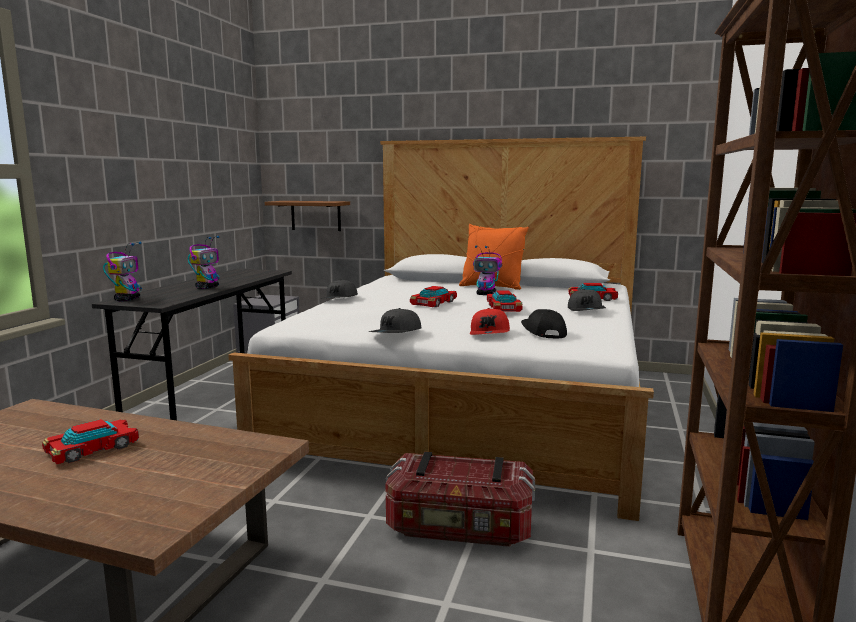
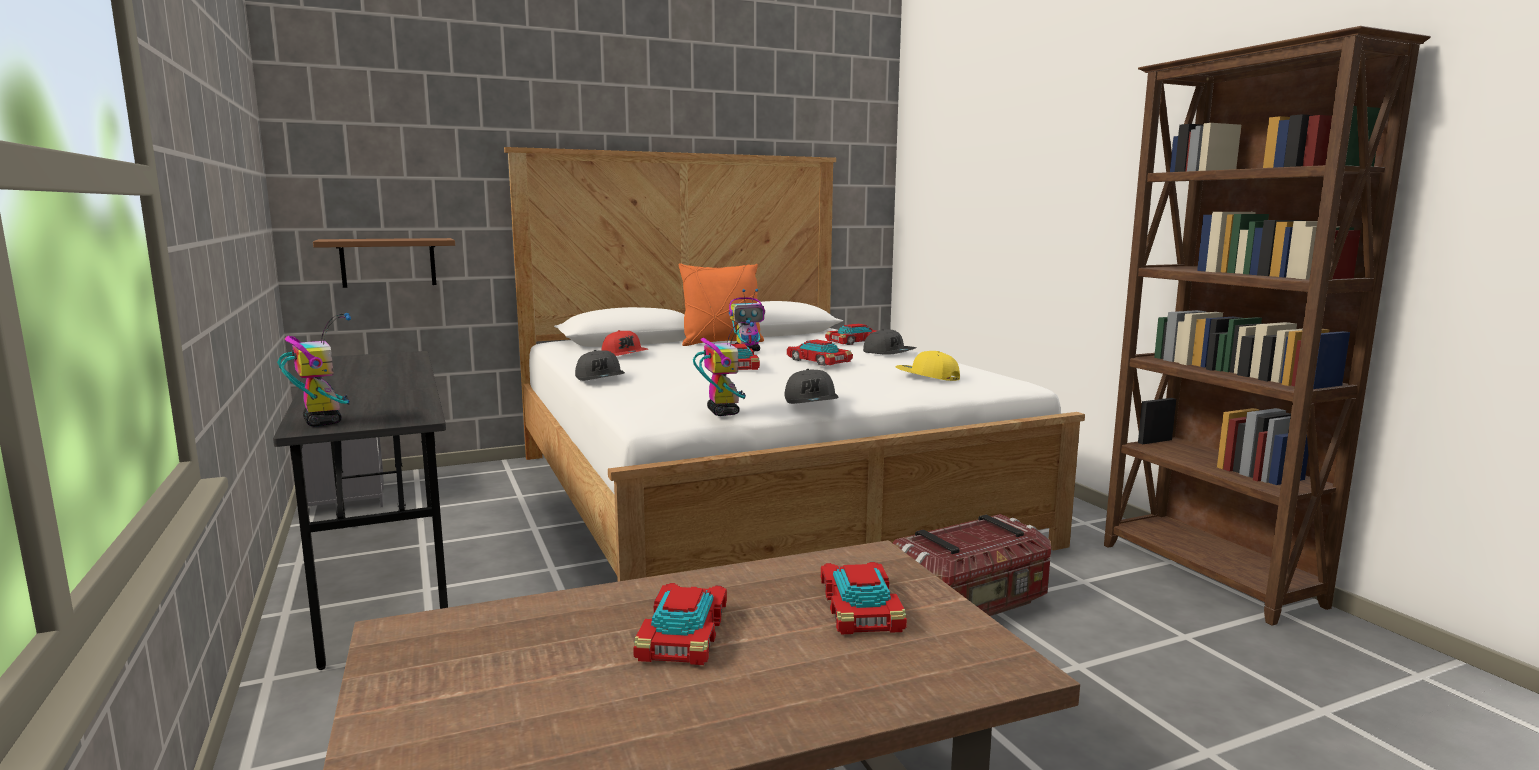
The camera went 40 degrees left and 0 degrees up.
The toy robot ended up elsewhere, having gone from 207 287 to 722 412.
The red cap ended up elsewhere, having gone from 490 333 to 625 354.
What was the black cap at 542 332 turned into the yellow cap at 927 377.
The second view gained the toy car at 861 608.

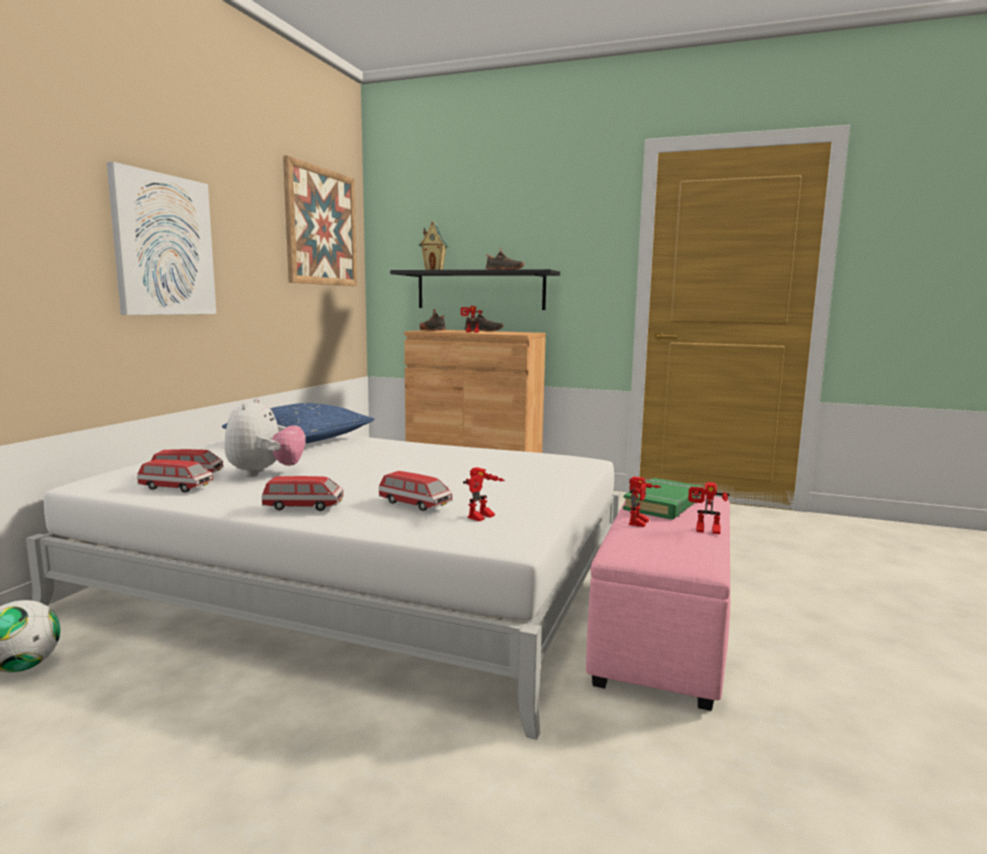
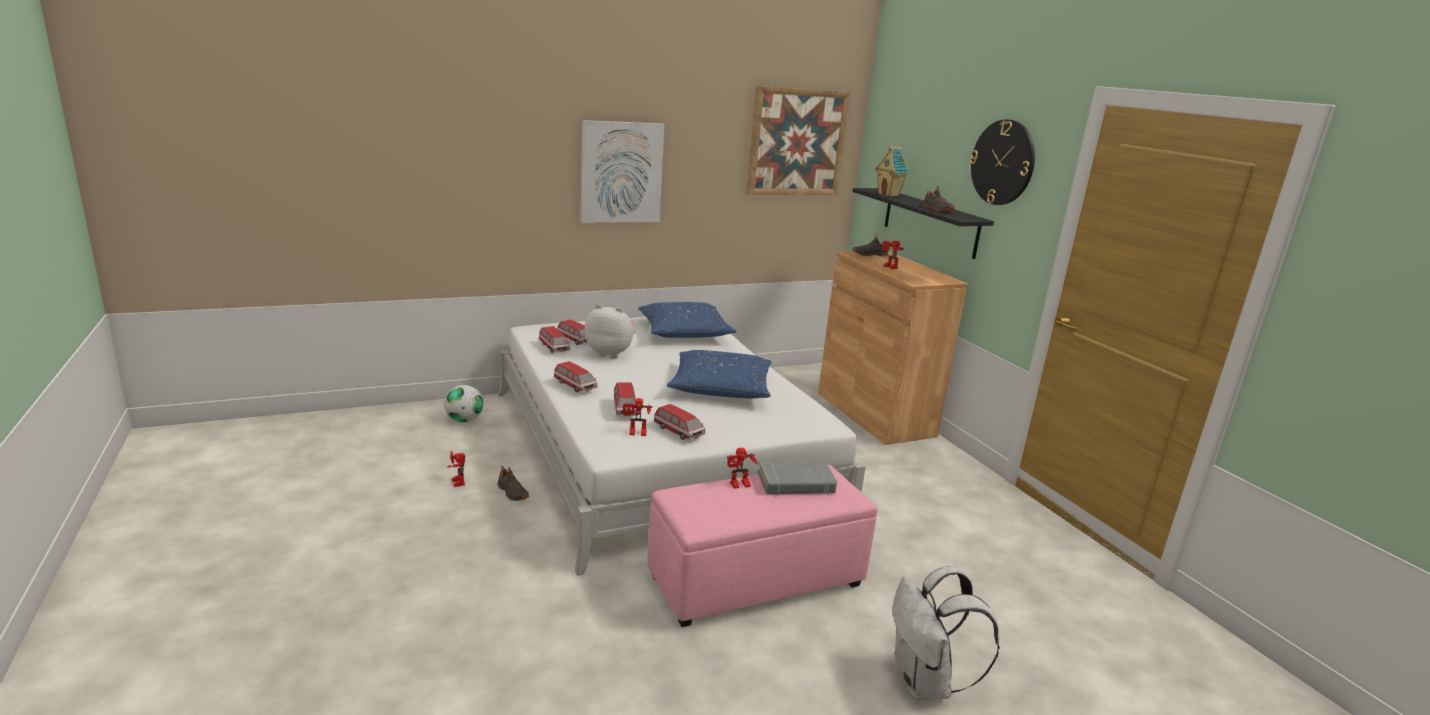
The camera went 45 degrees right and 10 degrees up.
The black shoe ended up elsewhere, having gone from 483 331 to 512 493.
The plush toy at 265 473 ended up facing another way, 120 degrees counterclockwise from before.
What was the green book at 663 505 turned into the grey book at 796 483.
The toy robot ended up elsewhere, having gone from 706 531 to 455 482.
The second view gained the wall clock at 1002 162.
The second view gained the blue pillow at 720 387.
The second view gained the toy car at 678 431.
The second view gained the white backpack at 925 683.

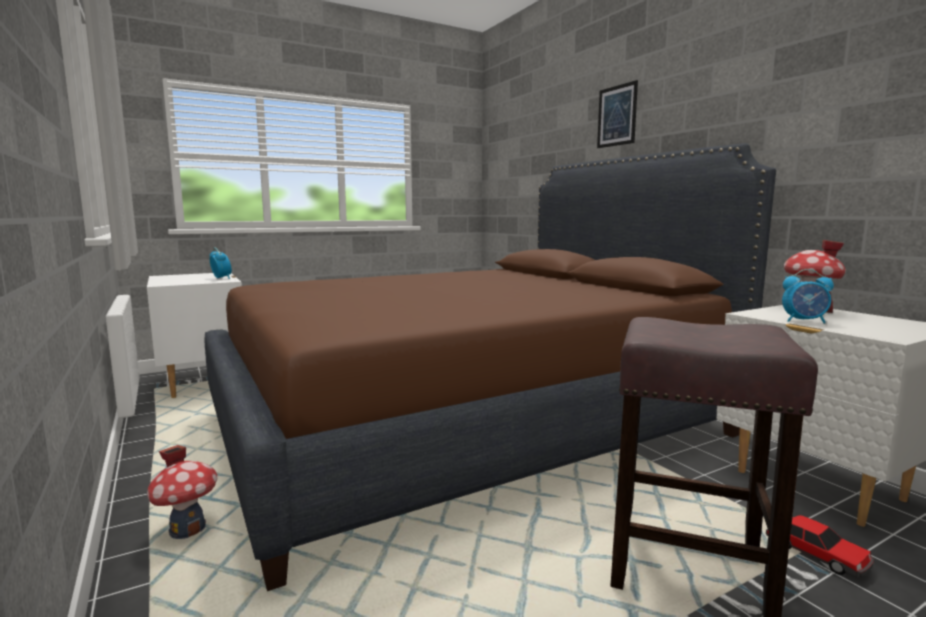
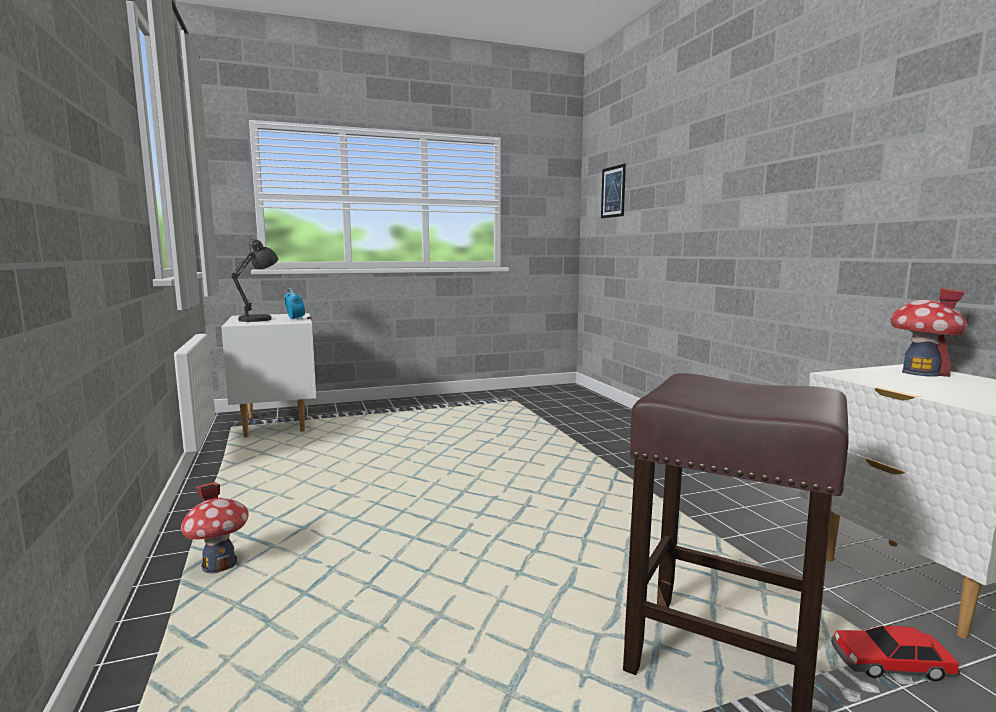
The camera went 10 degrees right and 0 degrees up.
The picture ended up elsewhere, having gone from 617 116 to 613 192.
The second view lost the brown bed at 467 423.
The second view lost the alarm clock at 804 321.
The toy car at 817 554 ended up facing another way, 120 degrees clockwise from before.
The second view gained the grey table lamp at 258 319.

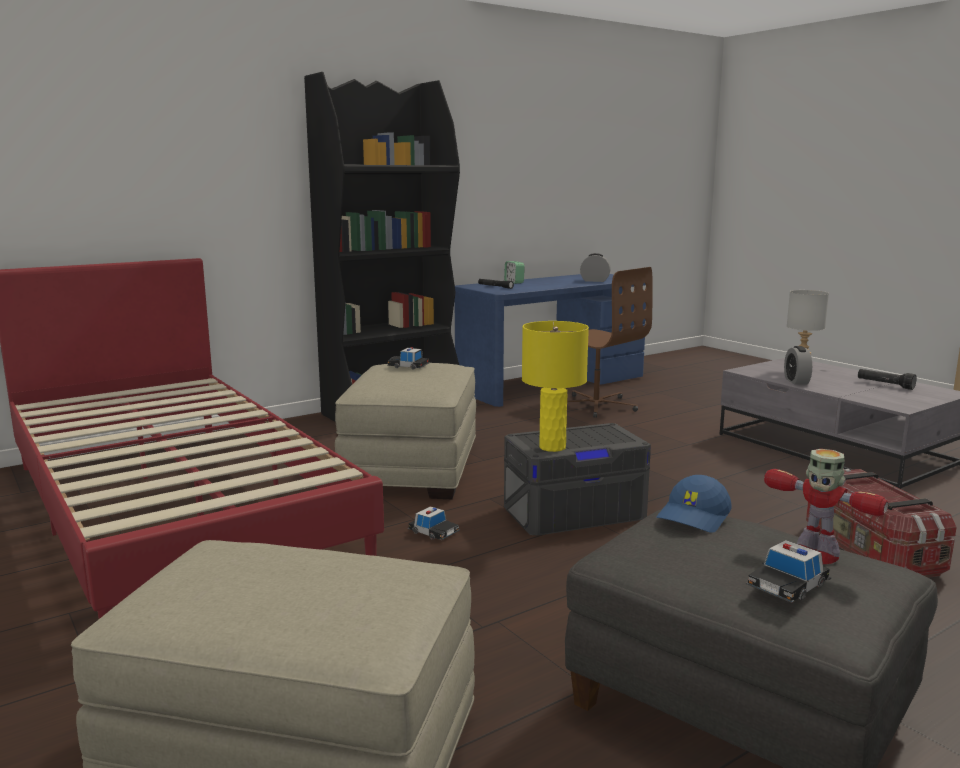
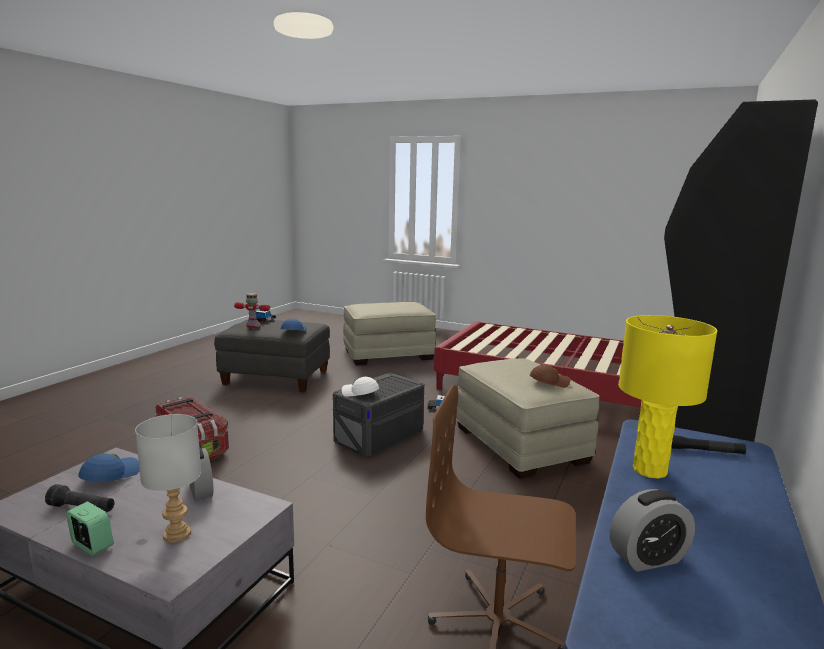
The camera went 150 degrees right and 0 degrees up.
The alarm clock ended up elsewhere, having gone from 514 282 to 92 545.
The yellow table lamp ended up elsewhere, having gone from 552 447 to 649 470.
Where the toy car stood at 408 366, the brown cap came to stand at 549 382.
The second view gained the white cap at 359 393.
The second view gained the blue cap at 110 475.

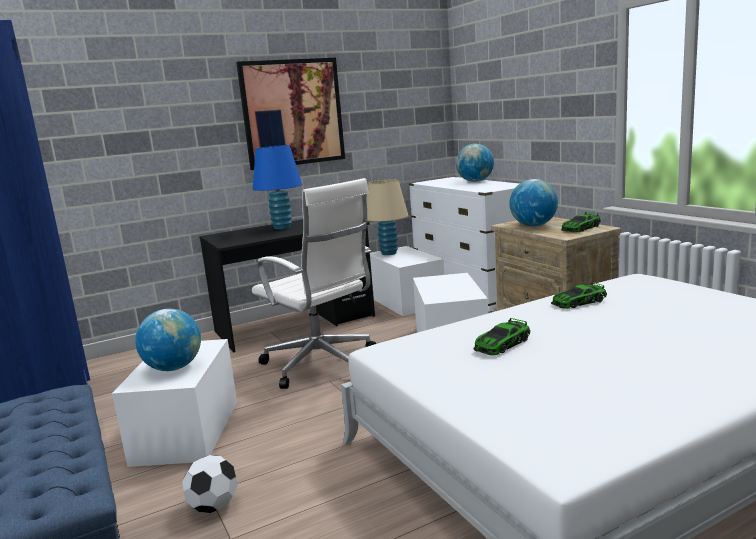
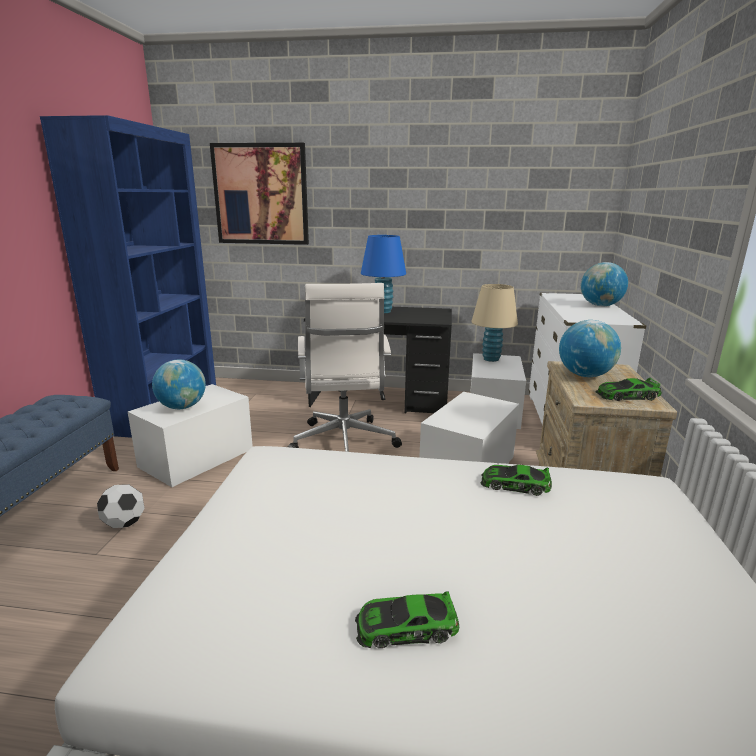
The camera went 35 degrees right and 5 degrees up.
The picture ended up elsewhere, having gone from 292 113 to 261 194.
The toy car ended up elsewhere, having gone from 502 344 to 406 627.

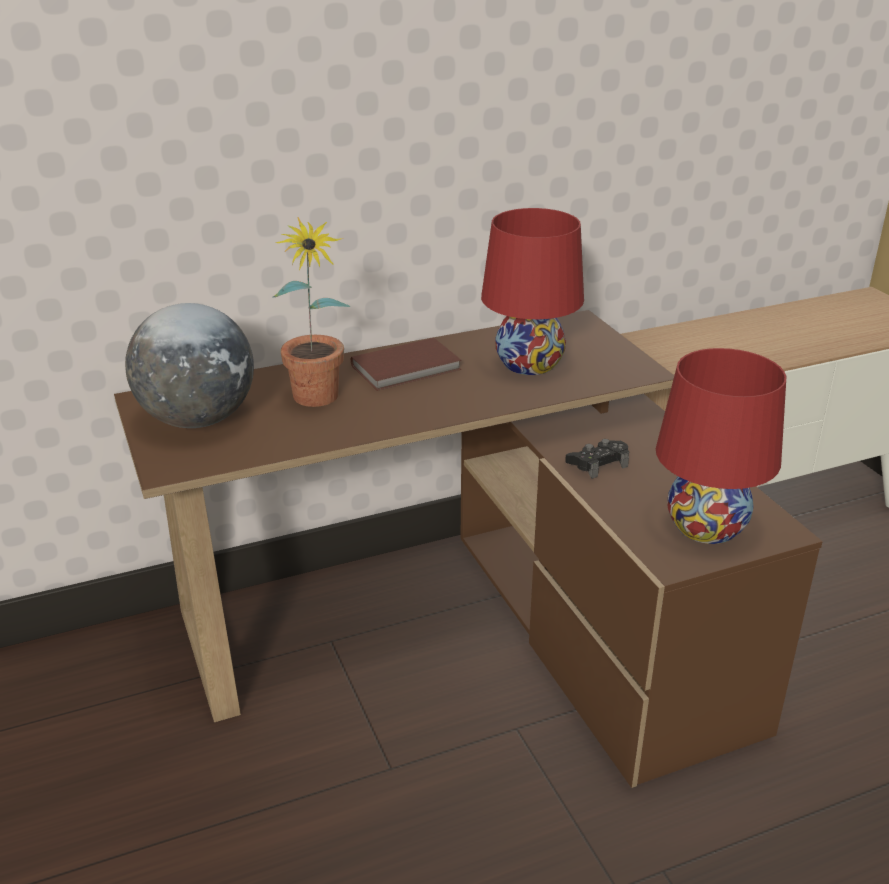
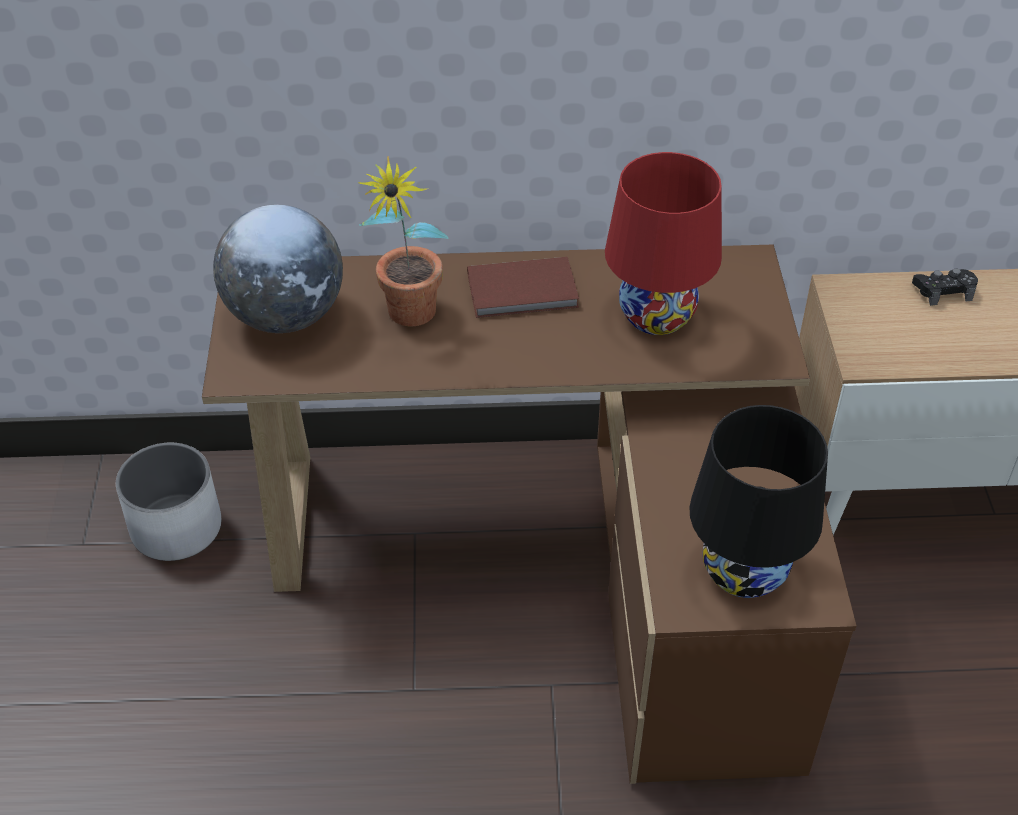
The camera went 20 degrees right and 15 degrees up.
What was the red table lamp at 705 526 turned into the black table lamp at 743 572.
The black game controller ended up elsewhere, having gone from 598 464 to 943 291.
The second view gained the white planter at 177 527.

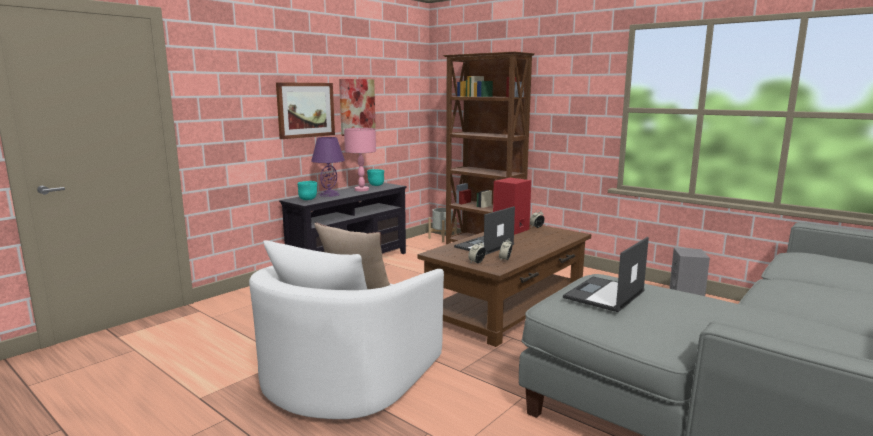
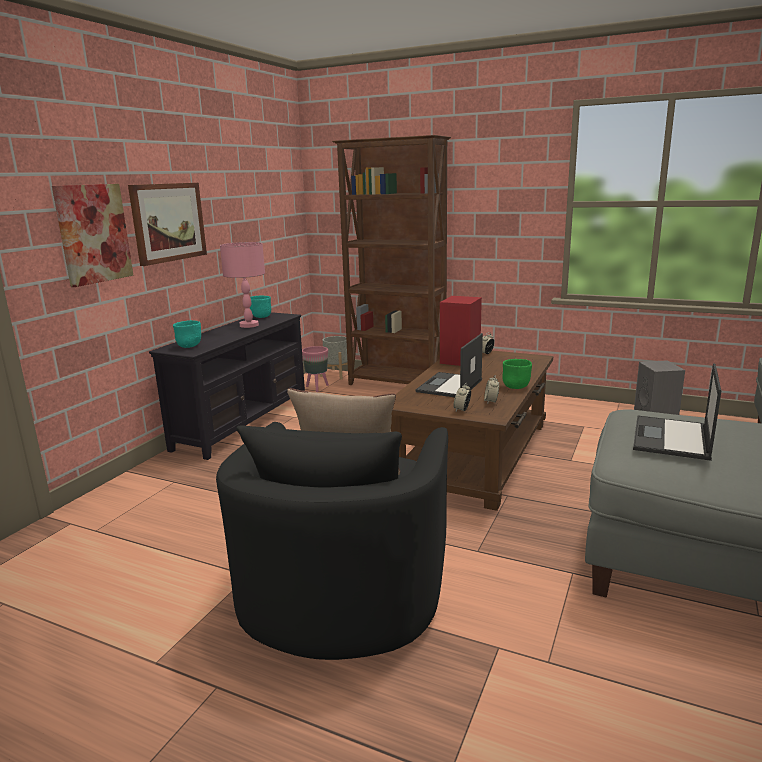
The camera went 15 degrees left and 5 degrees up.
The picture ended up elsewhere, having gone from 357 107 to 93 234.
The second view lost the purple table lamp at 329 194.
What was the white armchair at 347 376 turned into the black armchair at 343 585.
The second view gained the pink planter at 317 388.
The second view gained the green bowl at 516 387.

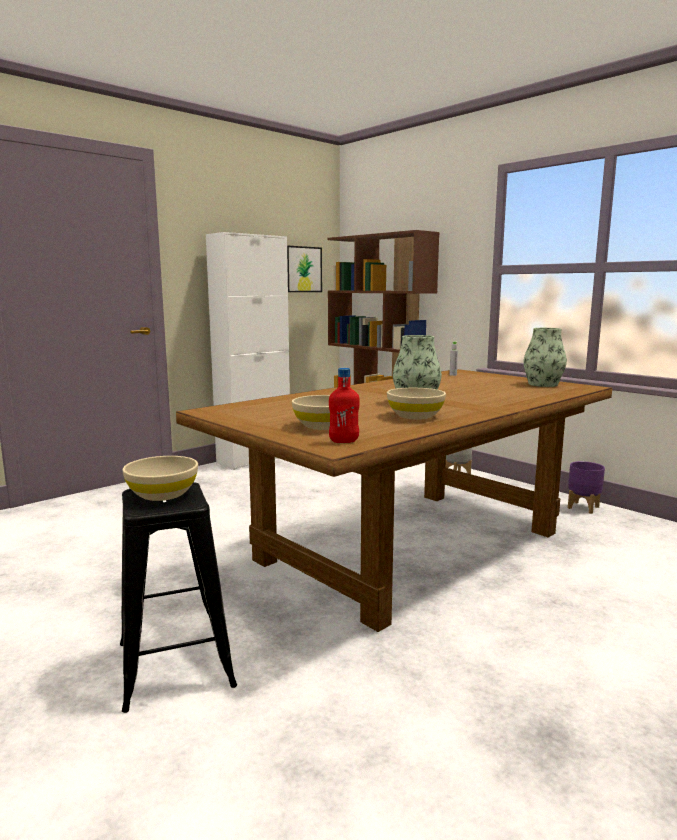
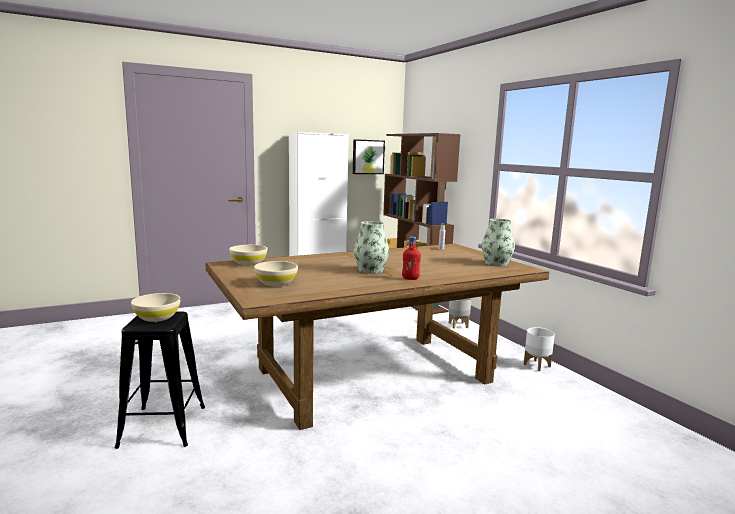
The camera went 15 degrees right and 0 degrees up.
The red bottle ended up elsewhere, having gone from 344 441 to 410 279.
The beige bowl ended up elsewhere, having gone from 415 416 to 248 263.
What was the purple planter at 583 507 turned into the white planter at 537 365.

